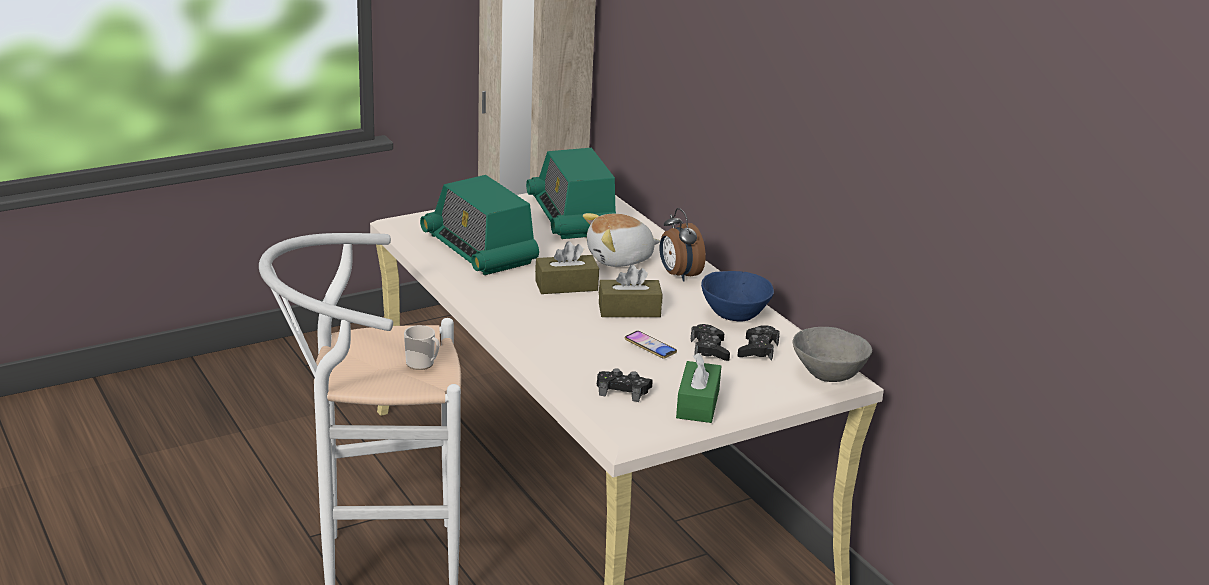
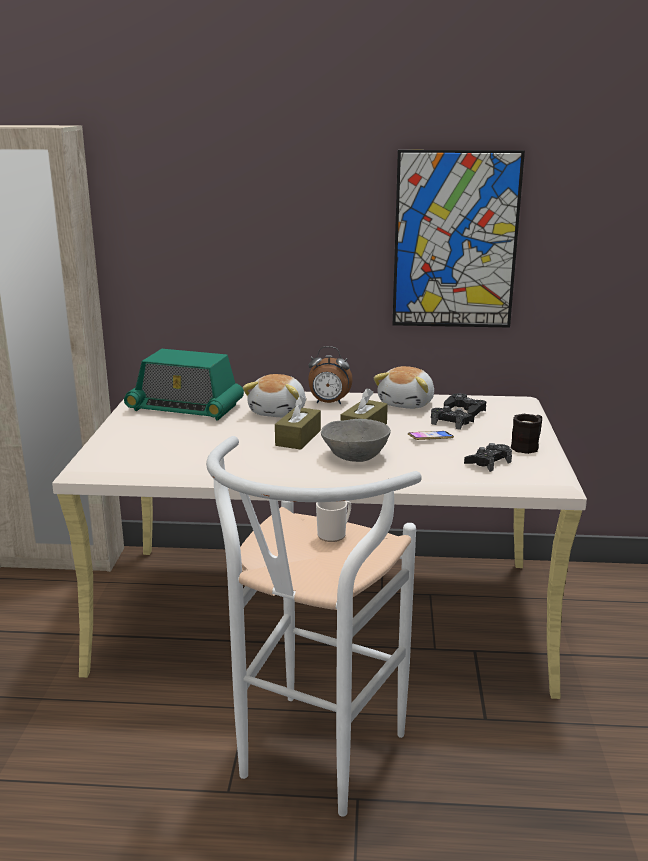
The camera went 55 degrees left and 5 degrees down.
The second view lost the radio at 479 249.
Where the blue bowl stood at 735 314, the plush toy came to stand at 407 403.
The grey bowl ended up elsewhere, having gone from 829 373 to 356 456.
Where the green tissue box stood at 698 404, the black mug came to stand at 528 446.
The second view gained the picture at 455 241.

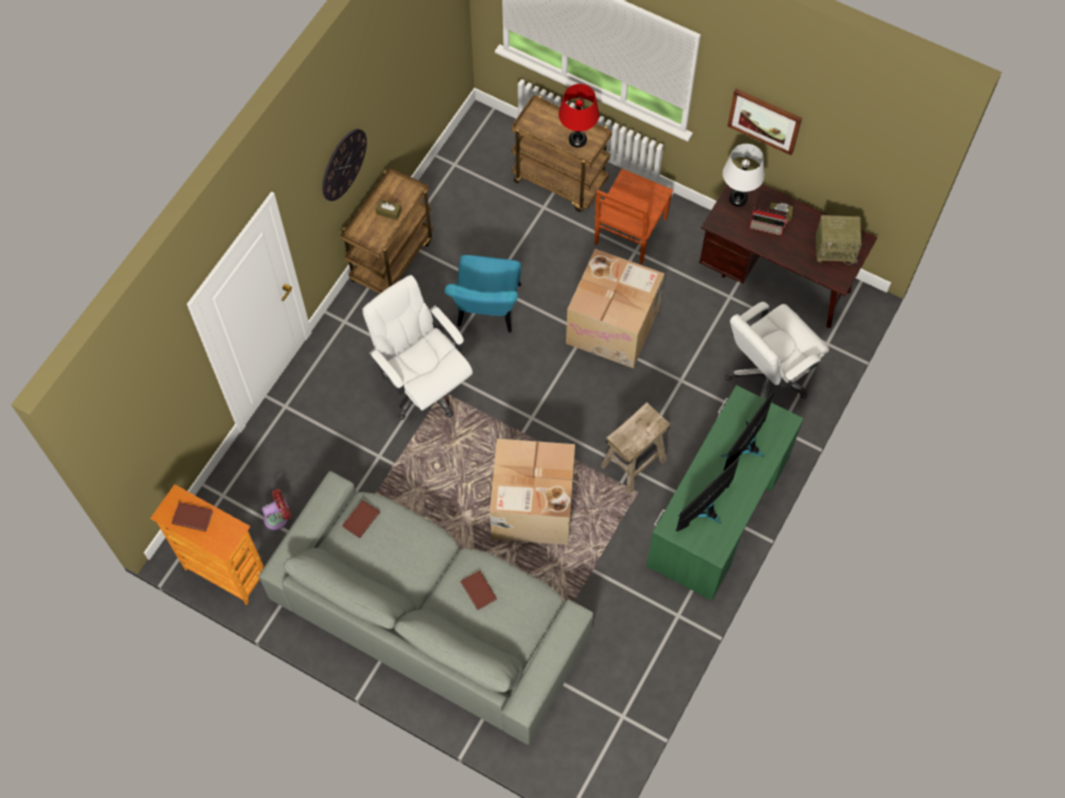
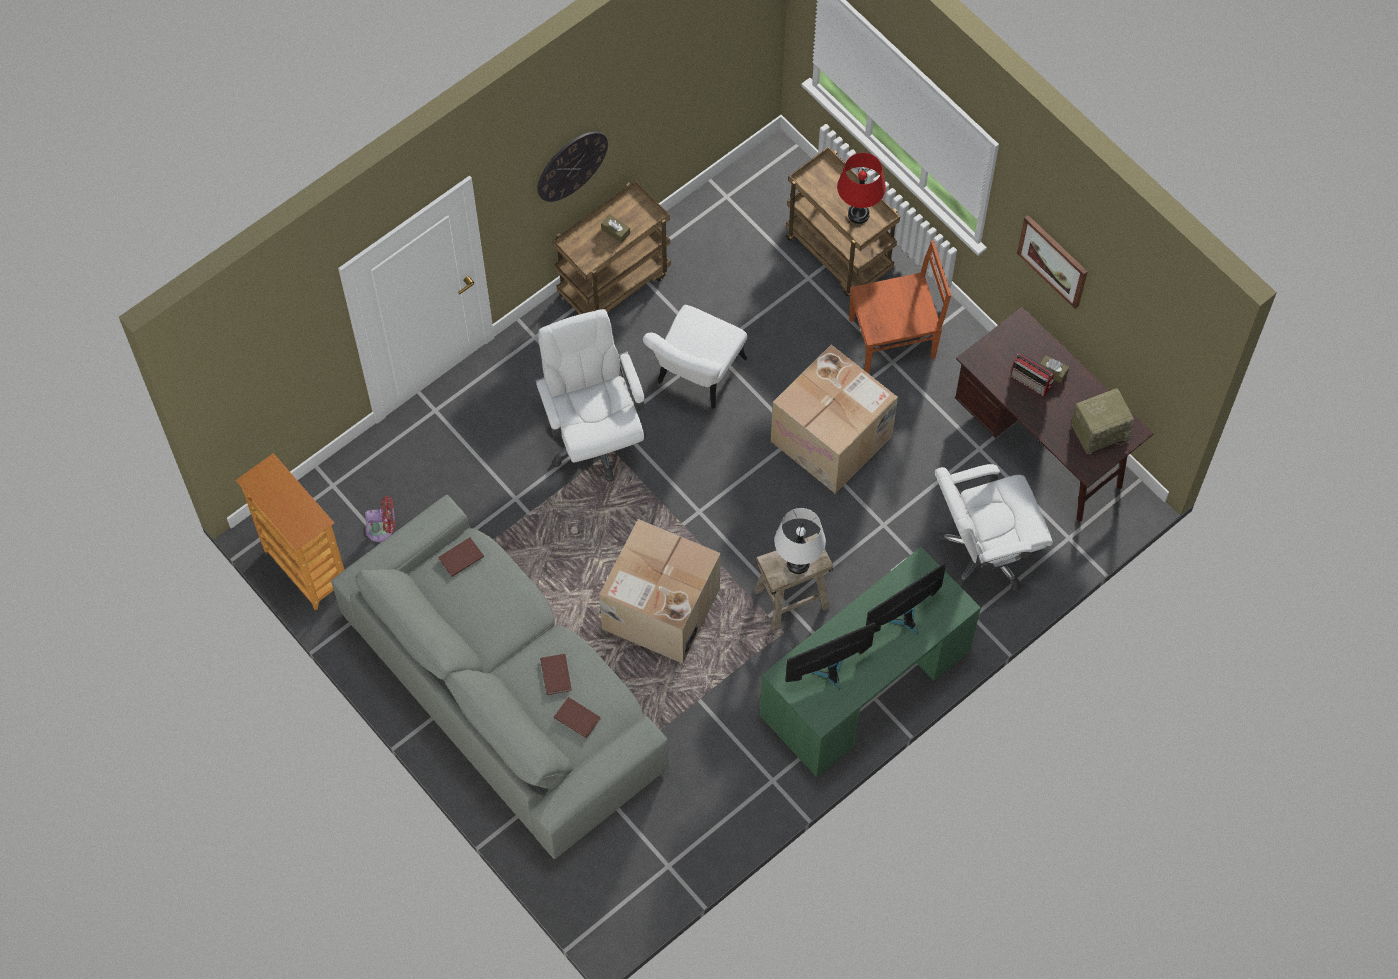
The camera went 20 degrees right and 0 degrees up.
The white table lamp ended up elsewhere, having gone from 738 198 to 798 563.
The brown chair at 629 232 ended up facing another way, 150 degrees counterclockwise from before.
The radio at 836 248 ended up facing another way, 45 degrees counterclockwise from before.
What was the turquoise chair at 487 312 turned into the white chair at 696 378.
The brown book ended up elsewhere, having gone from 192 516 to 577 717.

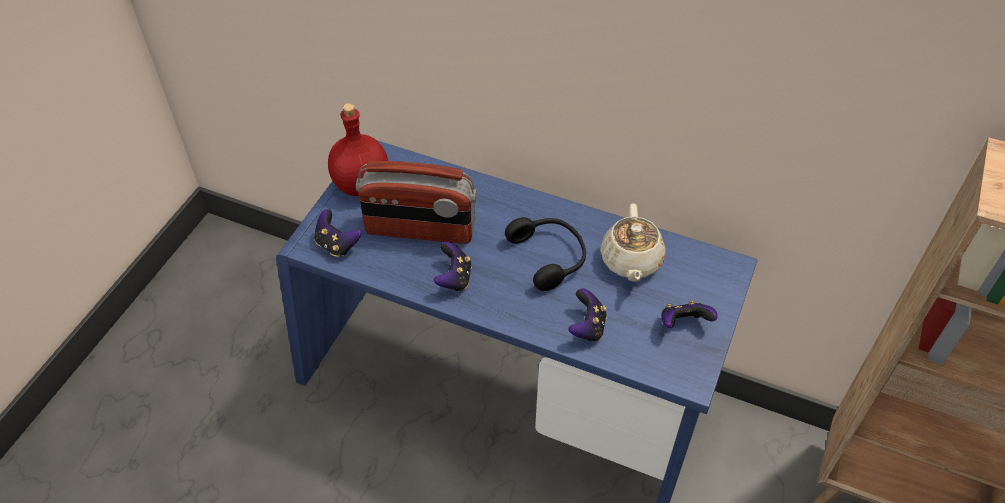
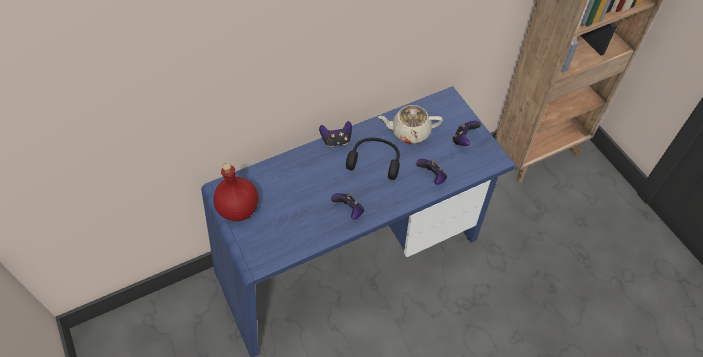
The camera went 50 degrees left and 5 degrees up.
The second view lost the radio at 420 230.
The beige teapot at 631 261 ended up facing another way, 135 degrees clockwise from before.
The game controller ended up elsewhere, having gone from 337 245 to 336 140.

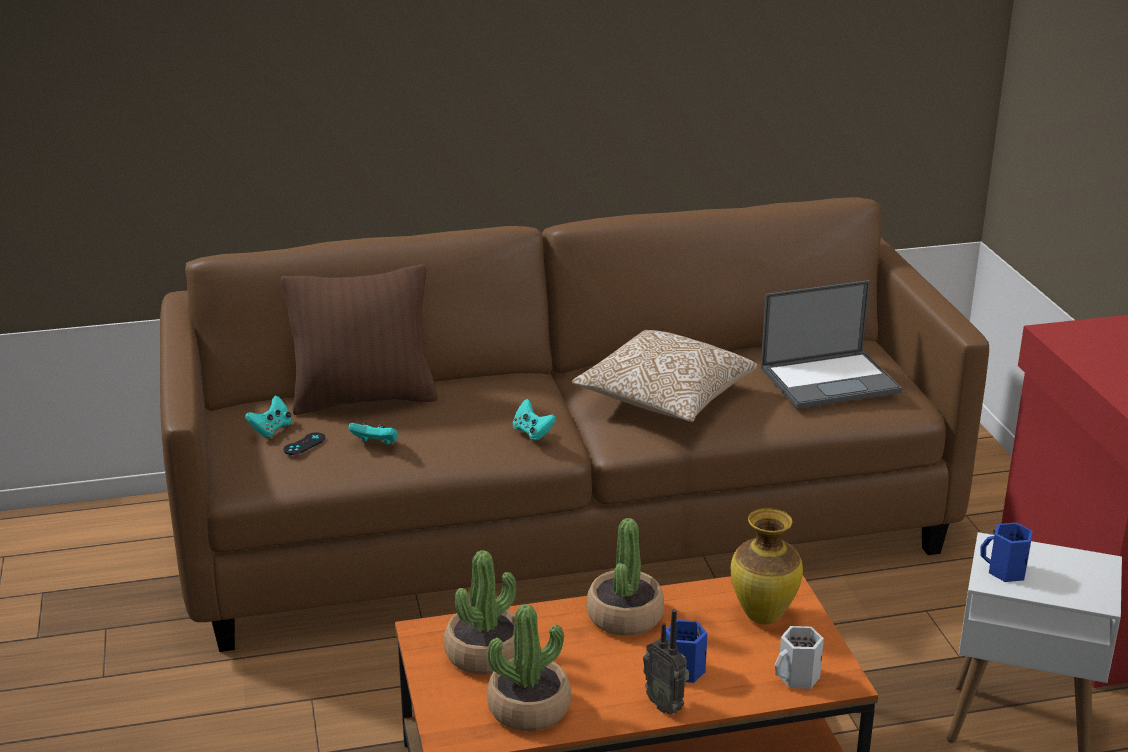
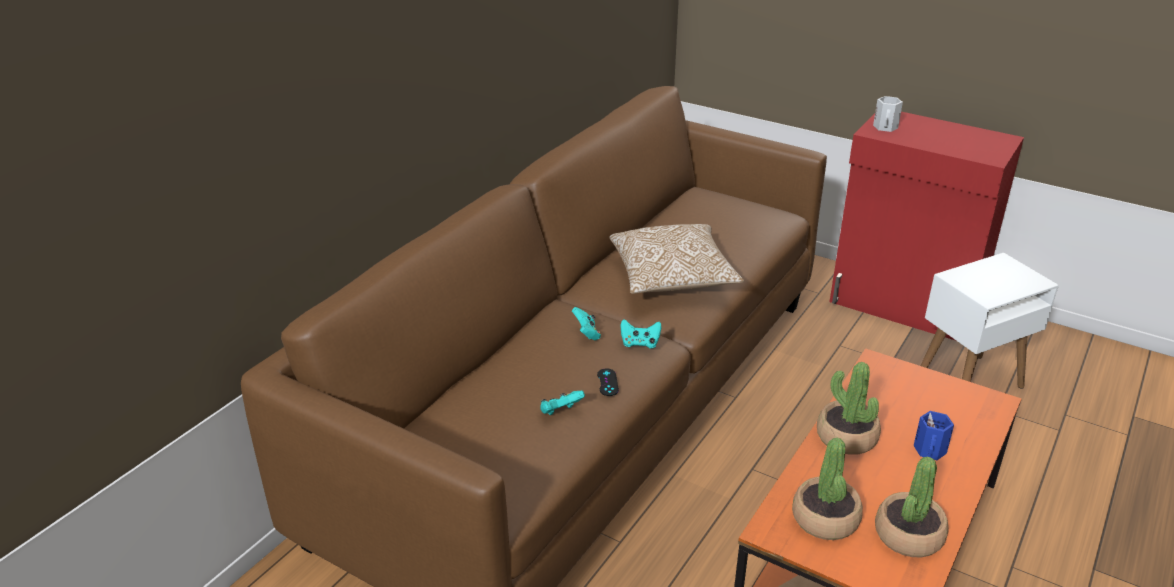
The camera went 45 degrees left and 5 degrees up.
The second view lost the brown pillow at 364 399.
The second view lost the laptop at 831 380.
The turquoise game controller ended up elsewhere, having gone from 271 429 to 587 334.
The black game controller ended up elsewhere, having gone from 304 444 to 607 382.
The second view lost the vase at 761 616.
The second view lost the blue mug at 1005 571.
The second view lost the radio at 666 705.
The white mug ended up elsewhere, having gone from 798 678 to 886 127.

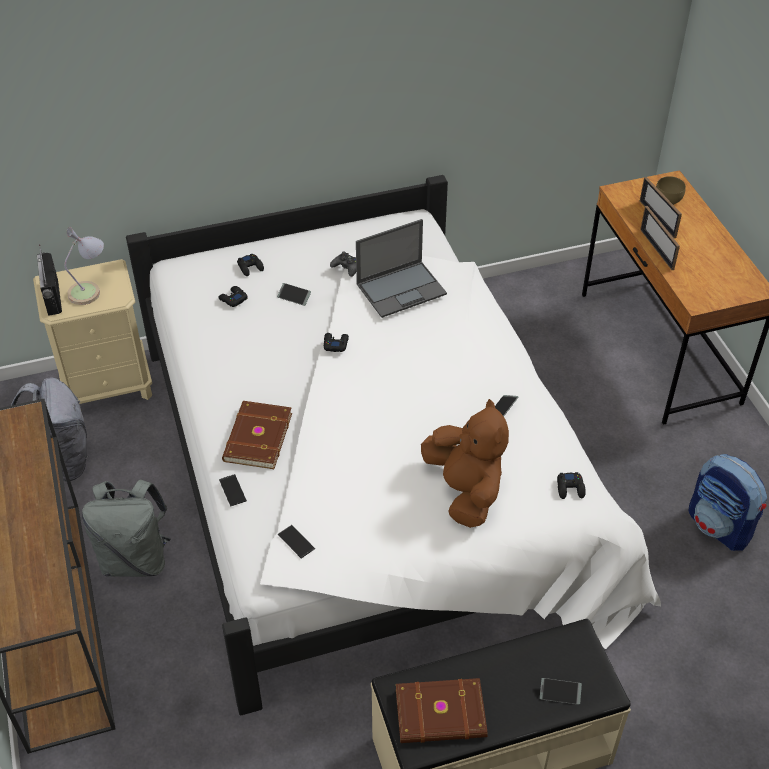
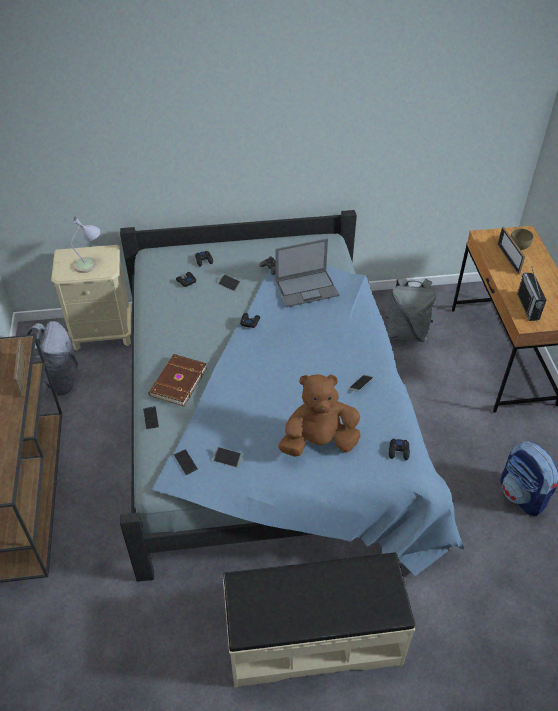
The camera went 10 degrees right and 0 degrees up.
What was the white bed at 374 478 turned into the blue bed at 271 422.
The picture frame ended up elsewhere, having gone from 656 249 to 23 375.
The radio ended up elsewhere, having gone from 53 297 to 528 307.
The brown plush toy at 465 491 ended up facing another way, 90 degrees counterclockwise from before.
The grey backpack ended up elsewhere, having gone from 135 559 to 406 332.
The second view lost the brown book at 441 715.
The phone ended up elsewhere, having gone from 560 693 to 227 459.

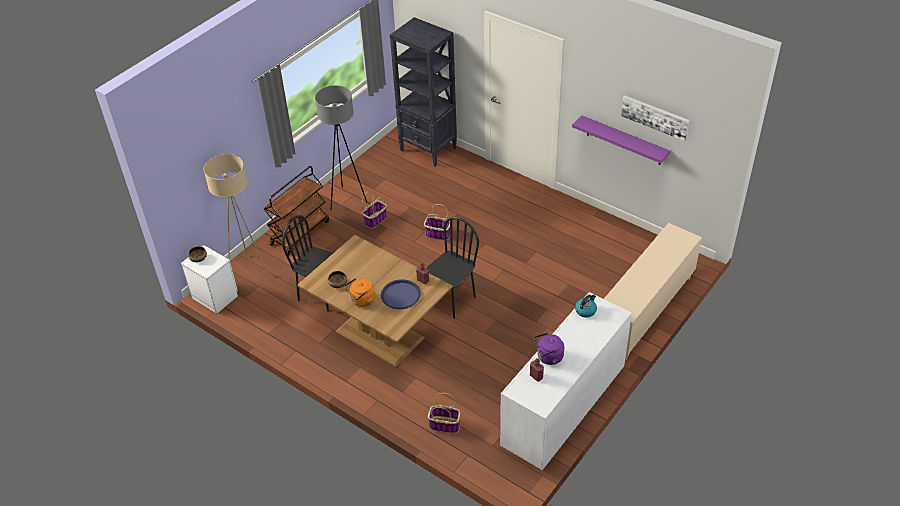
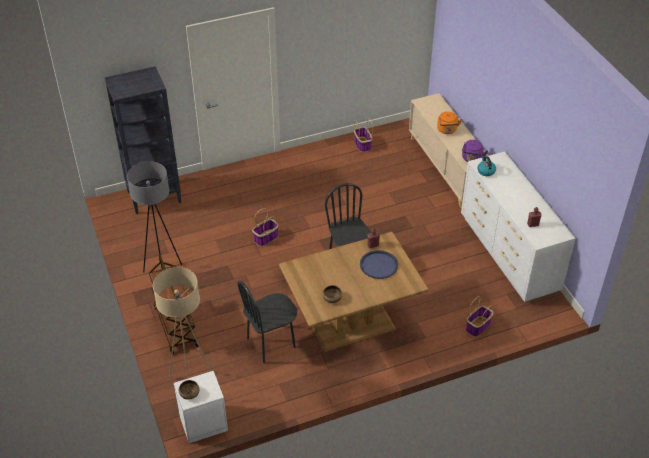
The camera went 60 degrees left and 0 degrees up.
The second view lost the picture at 655 117.
The second view lost the purple shelf at 624 141.
The basket ended up elsewhere, having gone from 375 219 to 362 144.
The orange kettle ended up elsewhere, having gone from 361 301 to 447 130.
The purple kettle ended up elsewhere, having gone from 548 357 to 472 159.

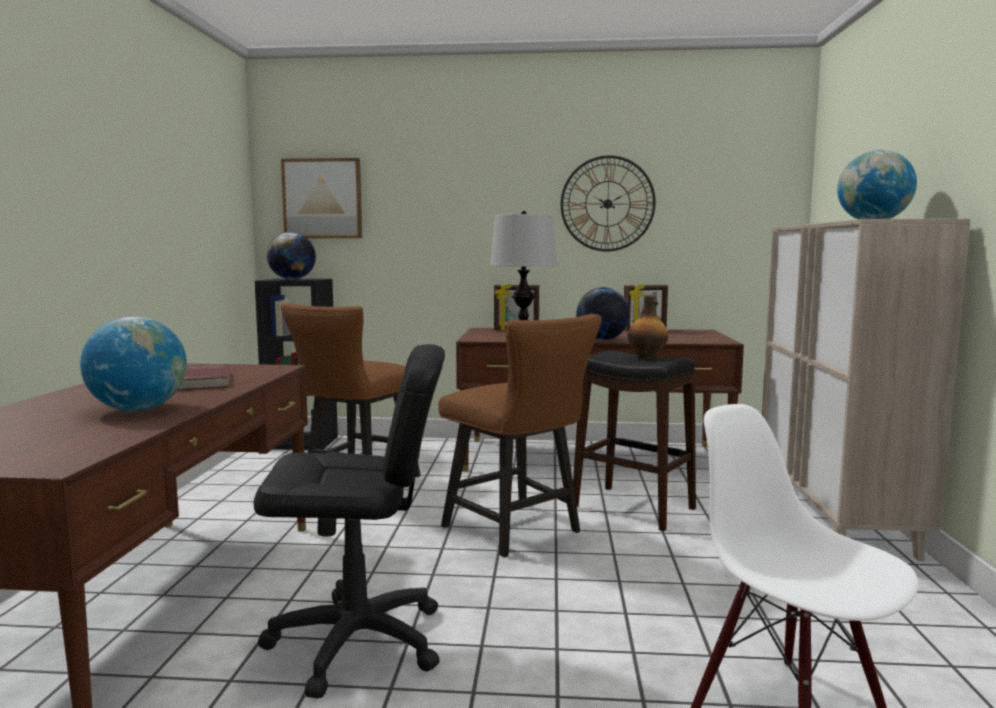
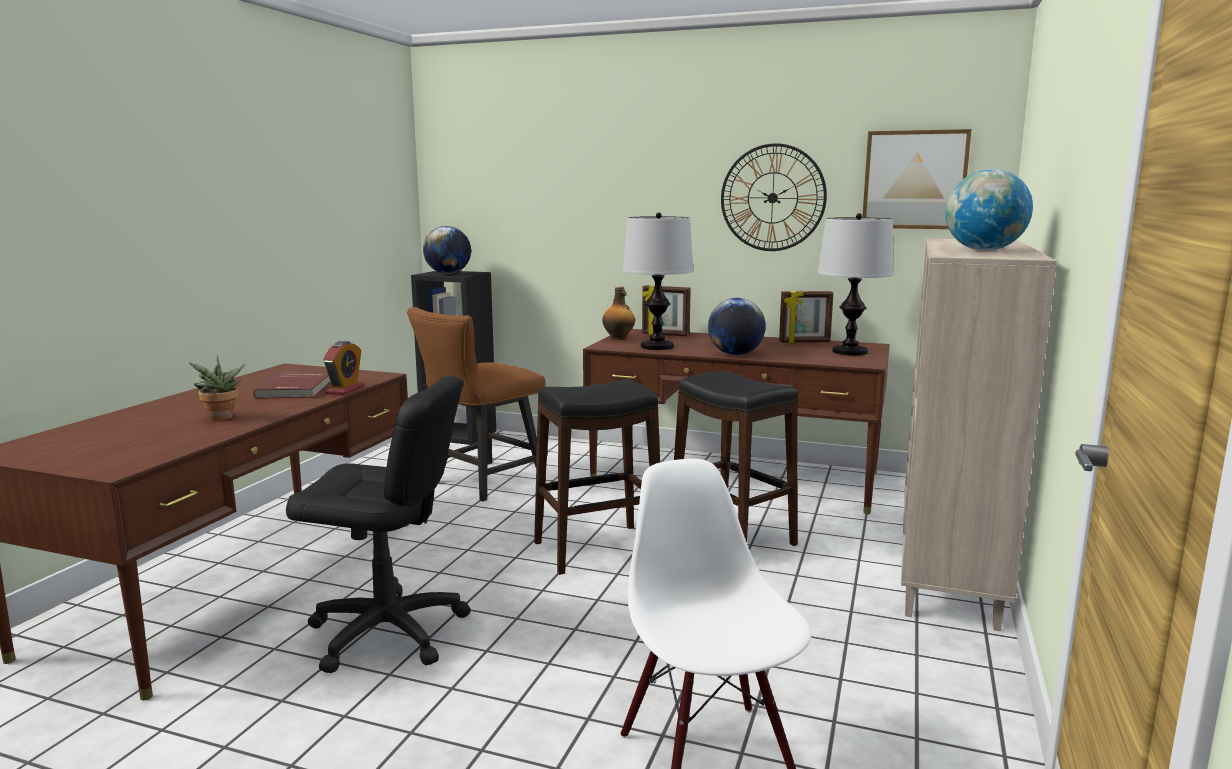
The camera went 15 degrees right and 5 degrees up.
The picture ended up elsewhere, having gone from 322 199 to 914 180.
The bottle ended up elsewhere, having gone from 647 357 to 618 338.
Where the brown chair stood at 518 531, the black stool came to stand at 597 549.
Where the globe stood at 138 409, the potted plant came to stand at 221 418.
The second view gained the table lamp at 850 352.
The second view gained the alarm clock at 345 390.

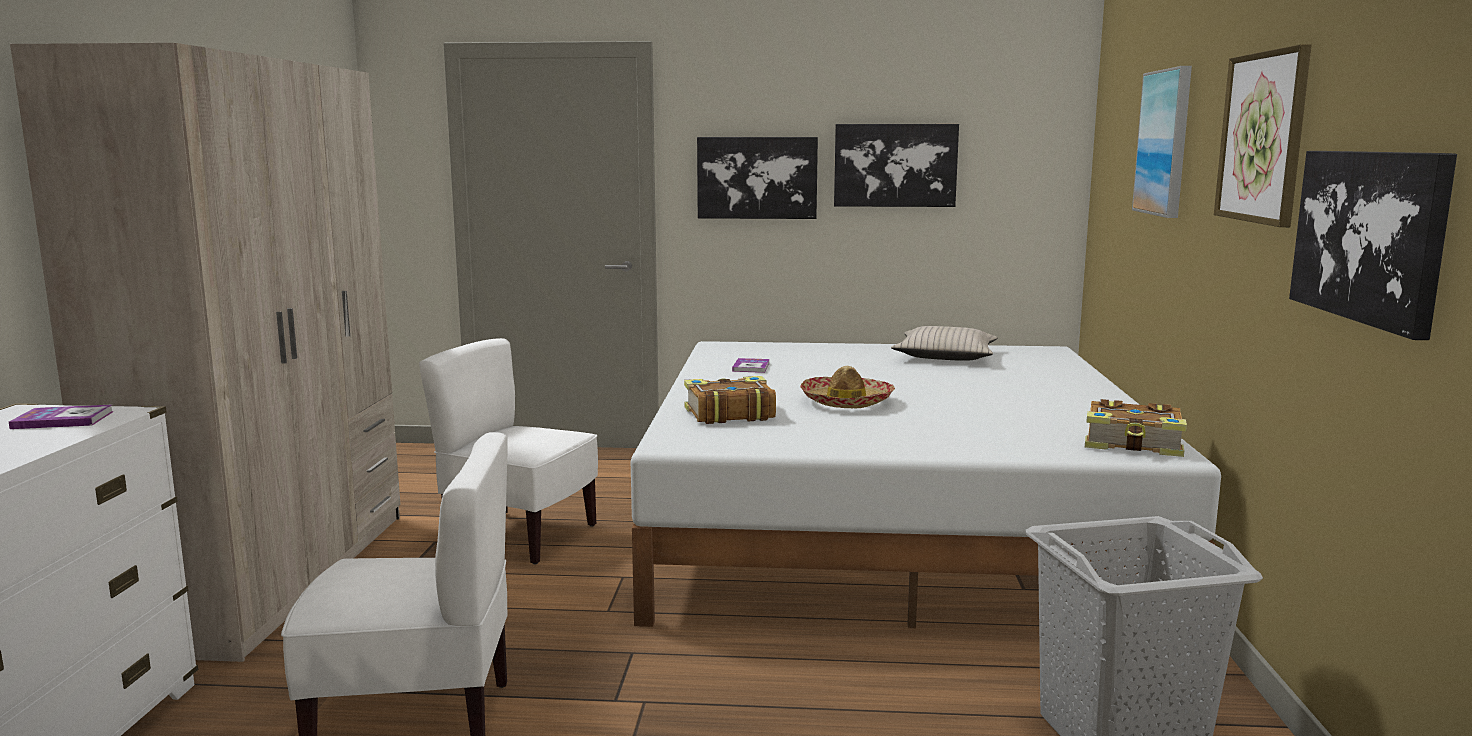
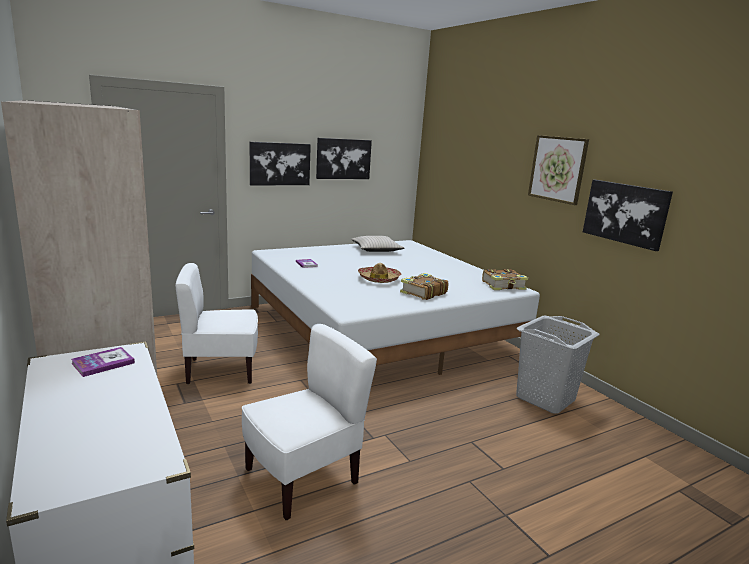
The camera went 35 degrees left and 5 degrees up.
The second view lost the picture at 1164 142.
The book ended up elsewhere, having gone from 728 414 to 423 293.

